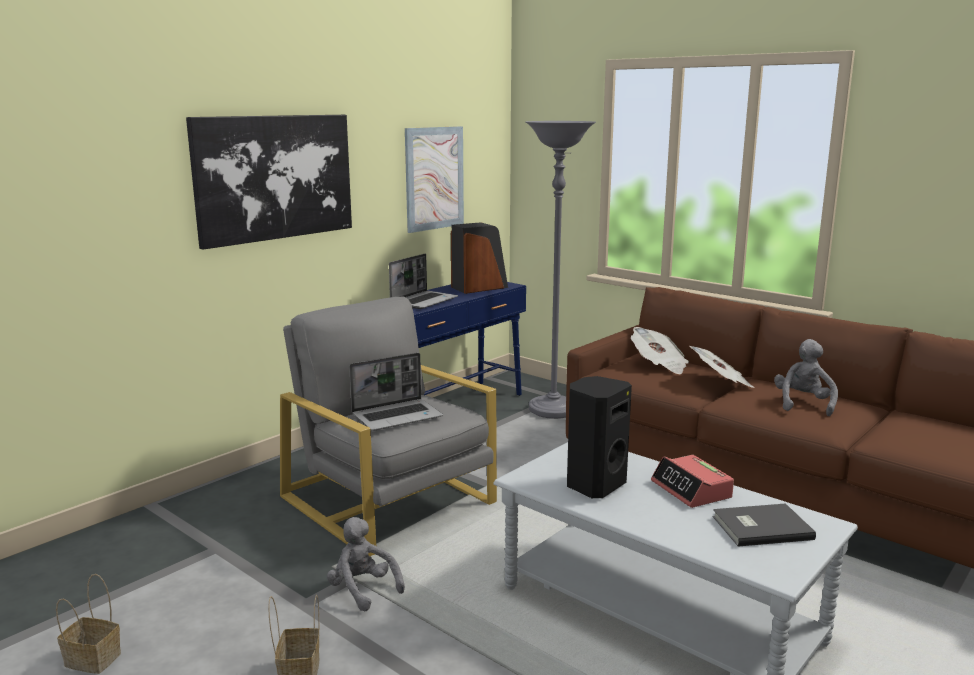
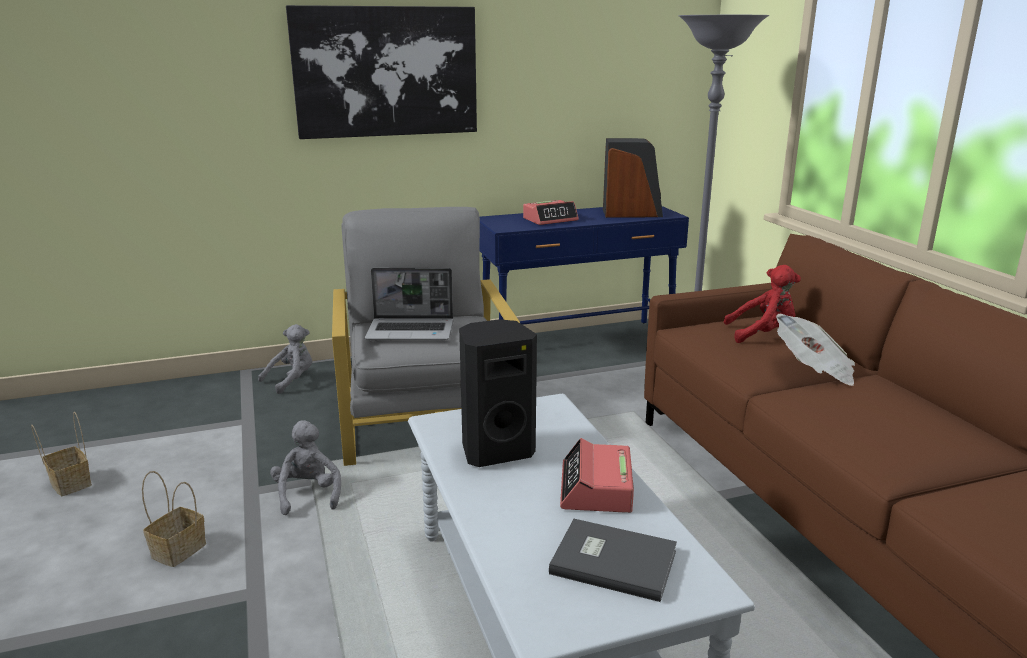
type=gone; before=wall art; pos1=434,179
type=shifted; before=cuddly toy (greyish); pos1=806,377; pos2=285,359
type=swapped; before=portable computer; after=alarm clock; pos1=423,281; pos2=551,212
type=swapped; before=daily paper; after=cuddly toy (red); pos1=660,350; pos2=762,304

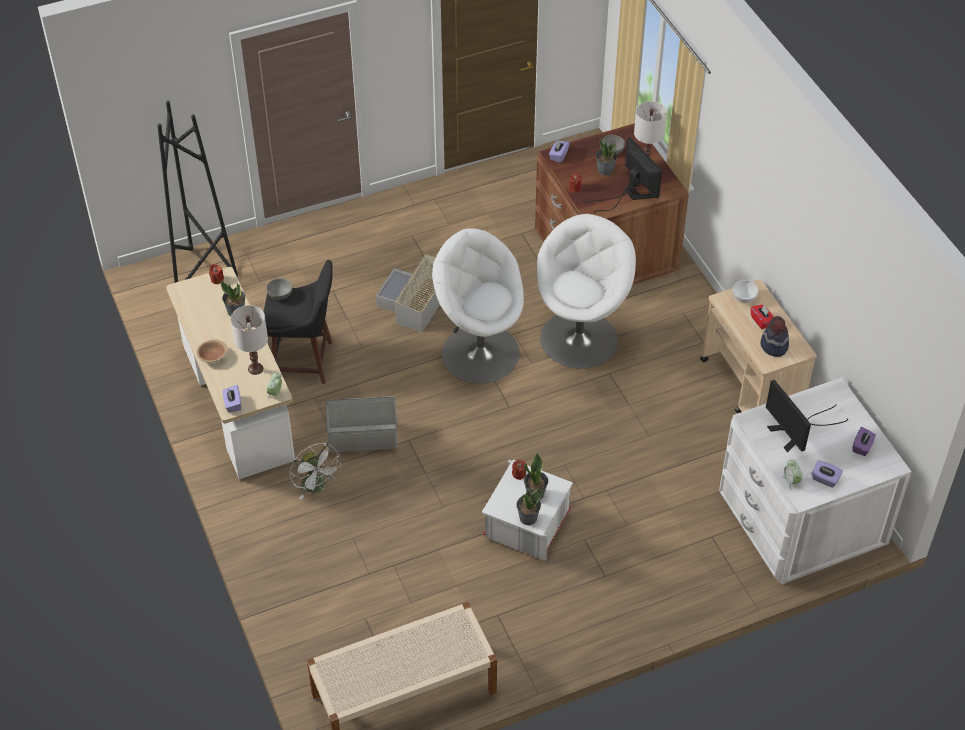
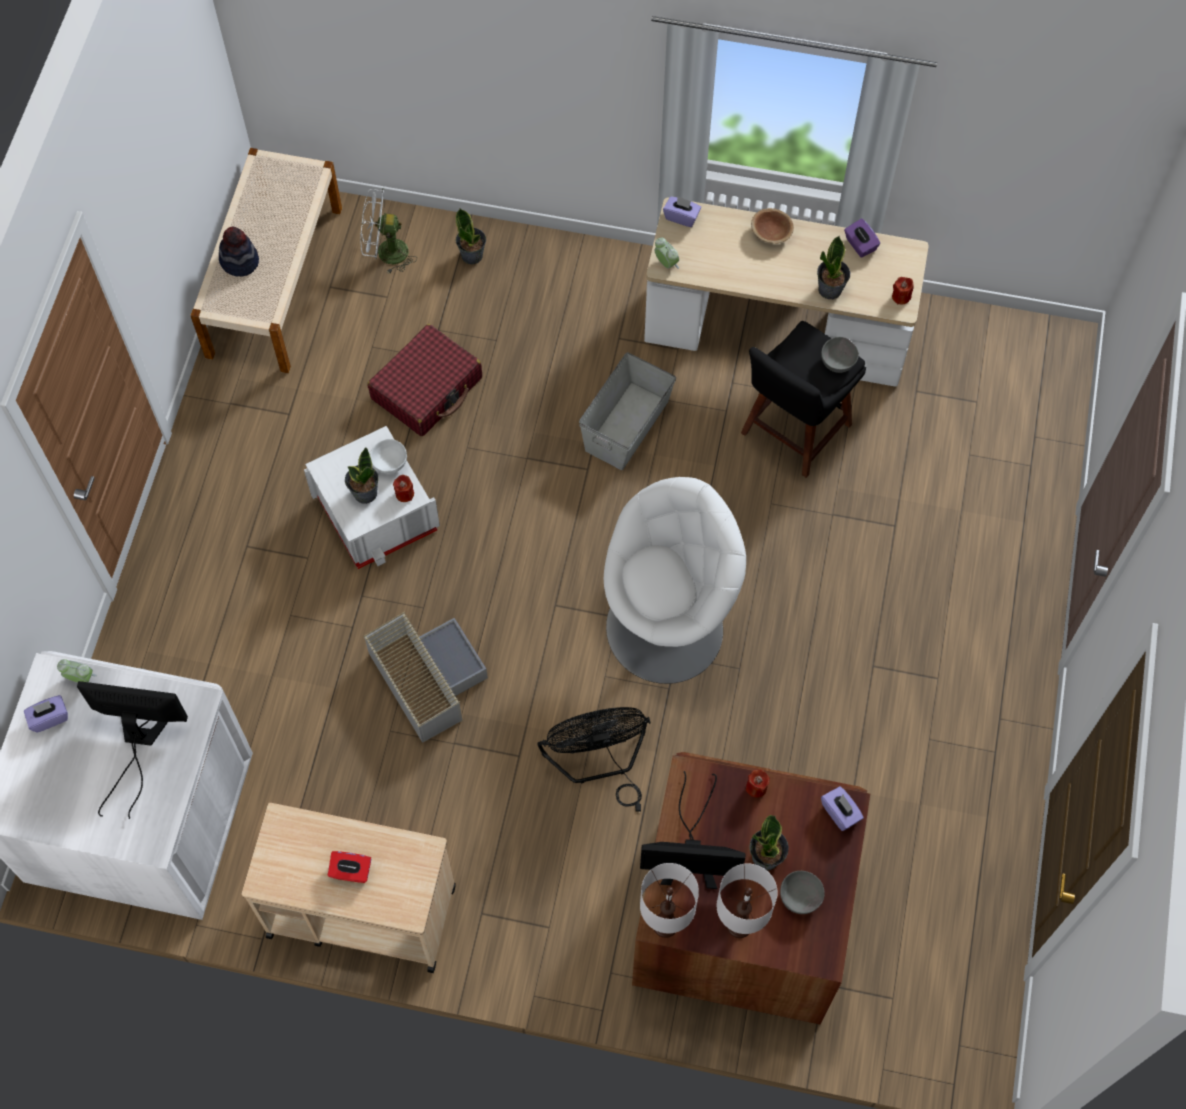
type=gone; before=garment stand (black); pos1=197,192
type=new; after=travel case (red); pos2=424,380
type=shifted; before=table lamp (whitish); pos1=249,340; pos2=669,900
type=shifted; before=electric fan (whitish); pos1=316,471; pos2=388,231
type=shifted; before=storage box (greyish); pos1=408,293; pos2=425,677
type=shifted; before=potted plant; pos1=529,506; pos2=471,236
type=shifted; before=deep dish (whitish); pos1=745,291; pos2=388,456
type=shifted; before=hat; pos1=774,336; pos2=239,252
type=shifted; before=box of tissues (purplish); pos1=864,441; pos2=862,238
type=swapped; before=easy chair (whitish); after=electric fan (black); pos1=586,291; pos2=593,759

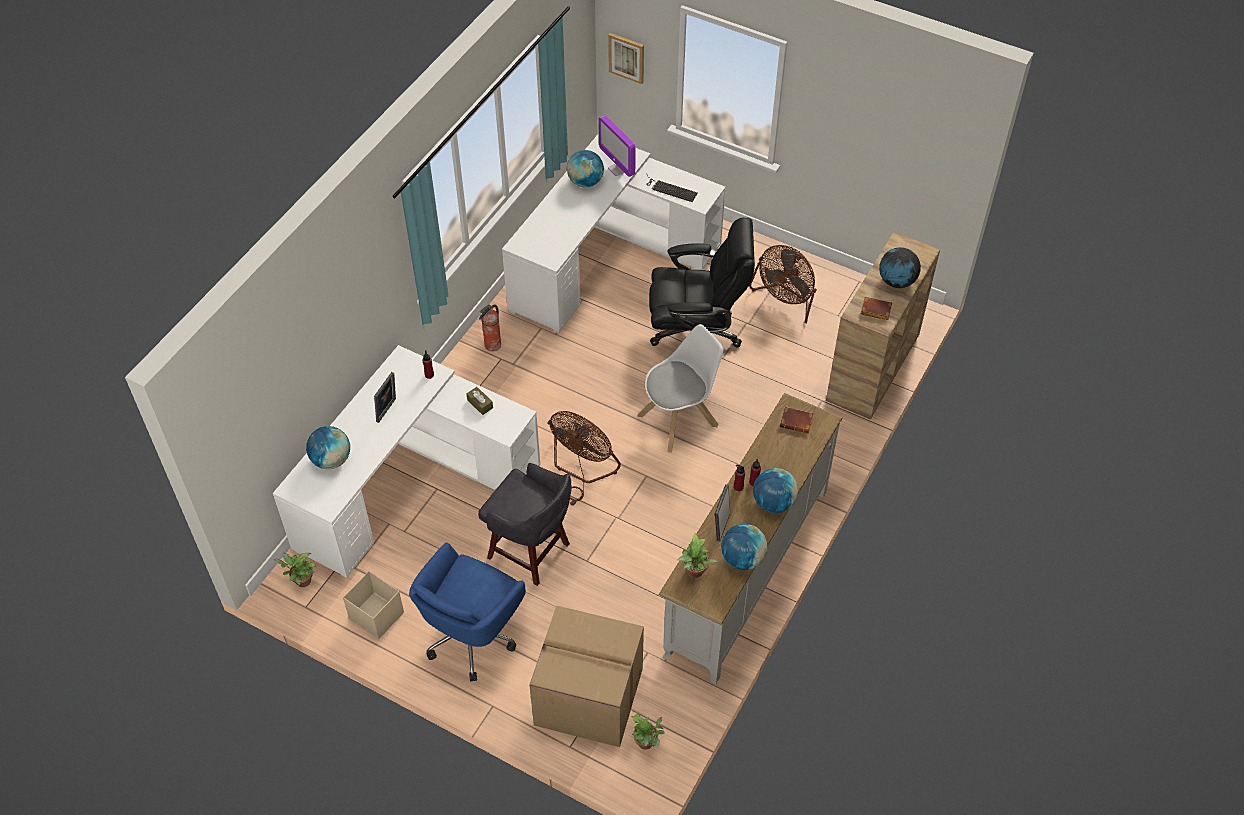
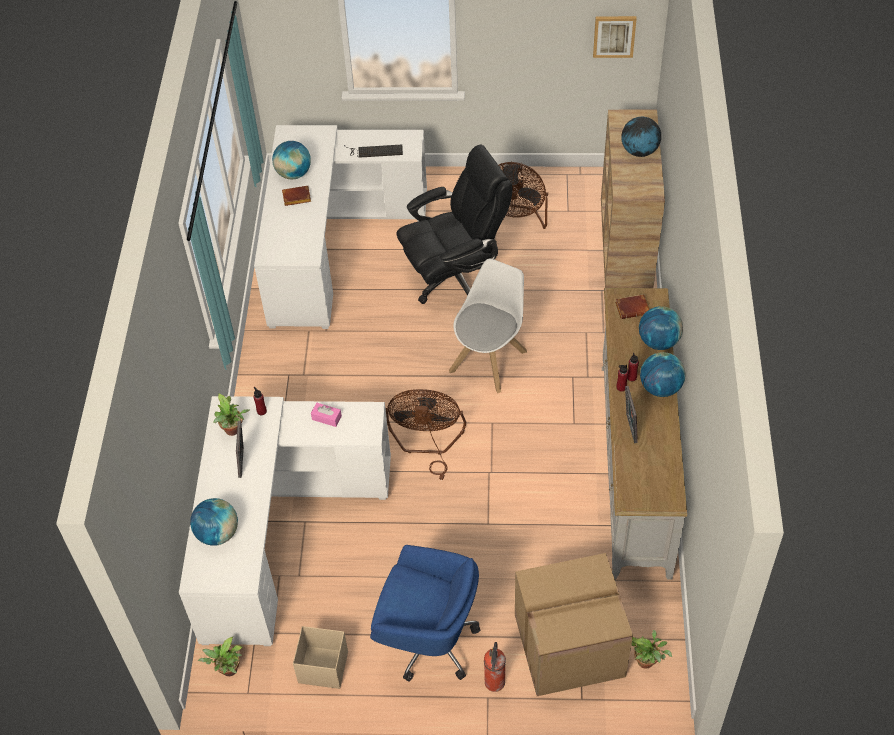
type=gone; before=sitting stool (greyish); pos1=525,524
type=gone; before=monitor; pos1=617,146
type=shifted; before=fire extinguisher; pos1=490,327; pos2=495,667
type=shifted; before=wall art; pos1=626,58; pos2=615,37
type=shifted; before=potted plant; pos1=698,555; pos2=231,414
type=shifted; before=desk globe; pos1=744,547; pos2=661,328
type=shifted; before=volume (brownish); pos1=876,308; pos2=296,196
type=repainted; before=box of tissues (brownish); after=box of tissues (pinkish); pos1=479,401; pos2=326,415
type=rotated; before=desk chair (blue); pos1=467,612; pos2=425,613; turn=-75

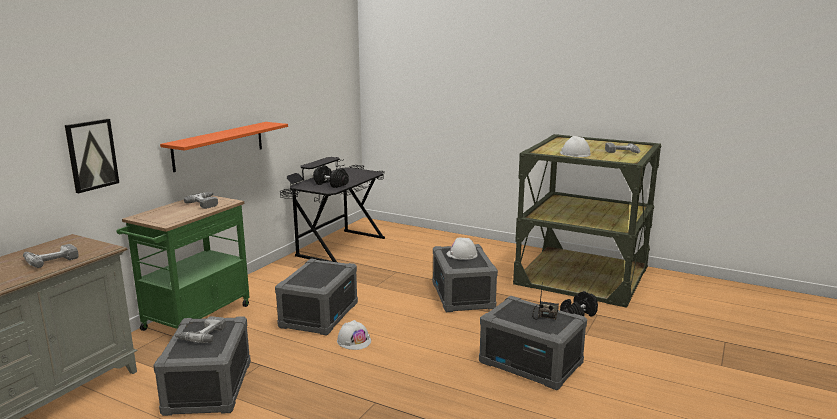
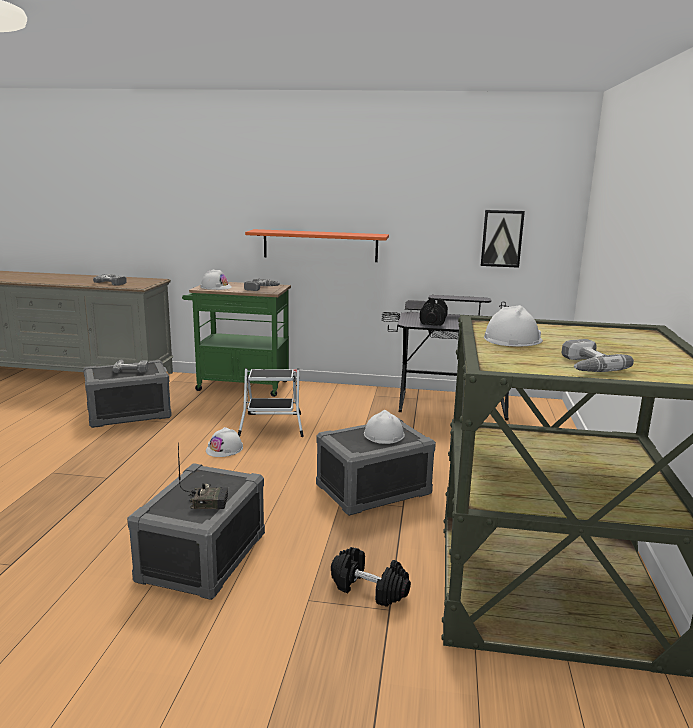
type=new; after=safety helmet (whitish); pos2=216,280
type=shifted; before=wall art; pos1=92,156; pos2=503,239
type=swapped; before=storage box (greyish); after=stepladder; pos1=316,297; pos2=270,402

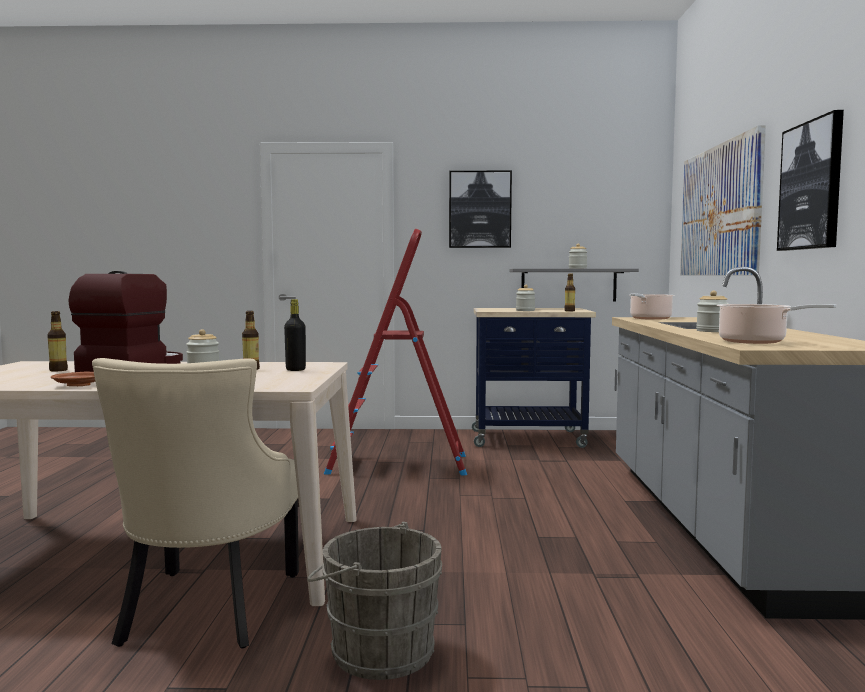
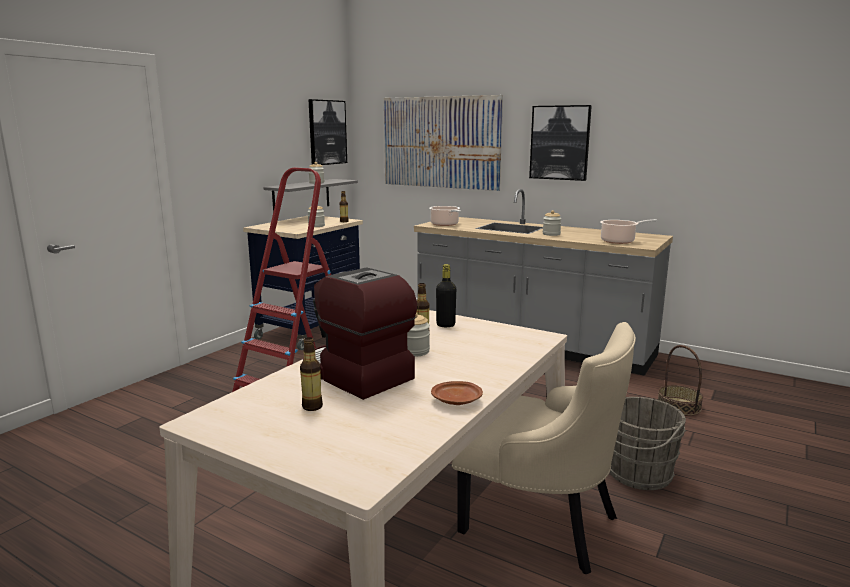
type=new; after=basket; pos2=680,380
type=shifted; before=wall art; pos1=480,209; pos2=327,132

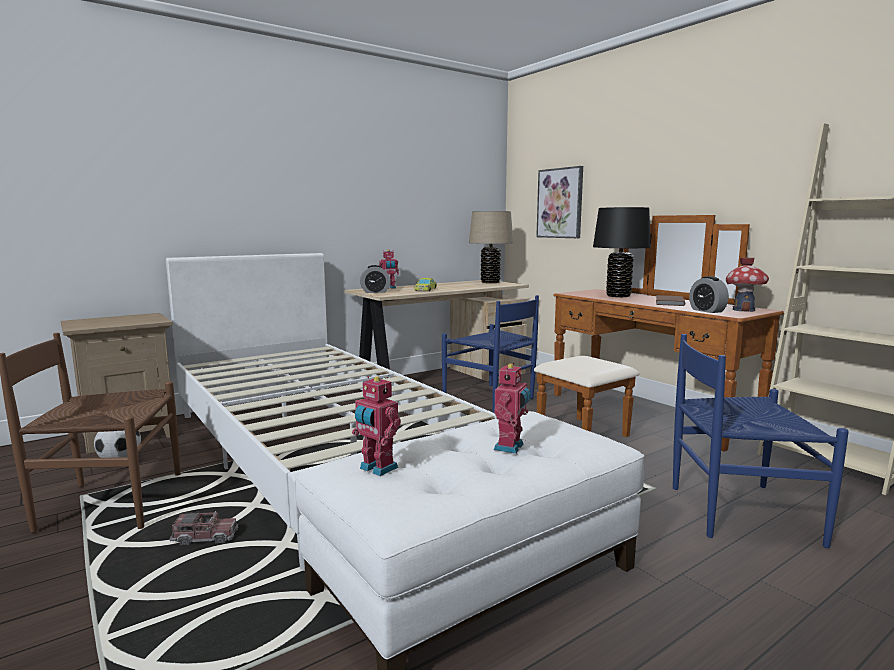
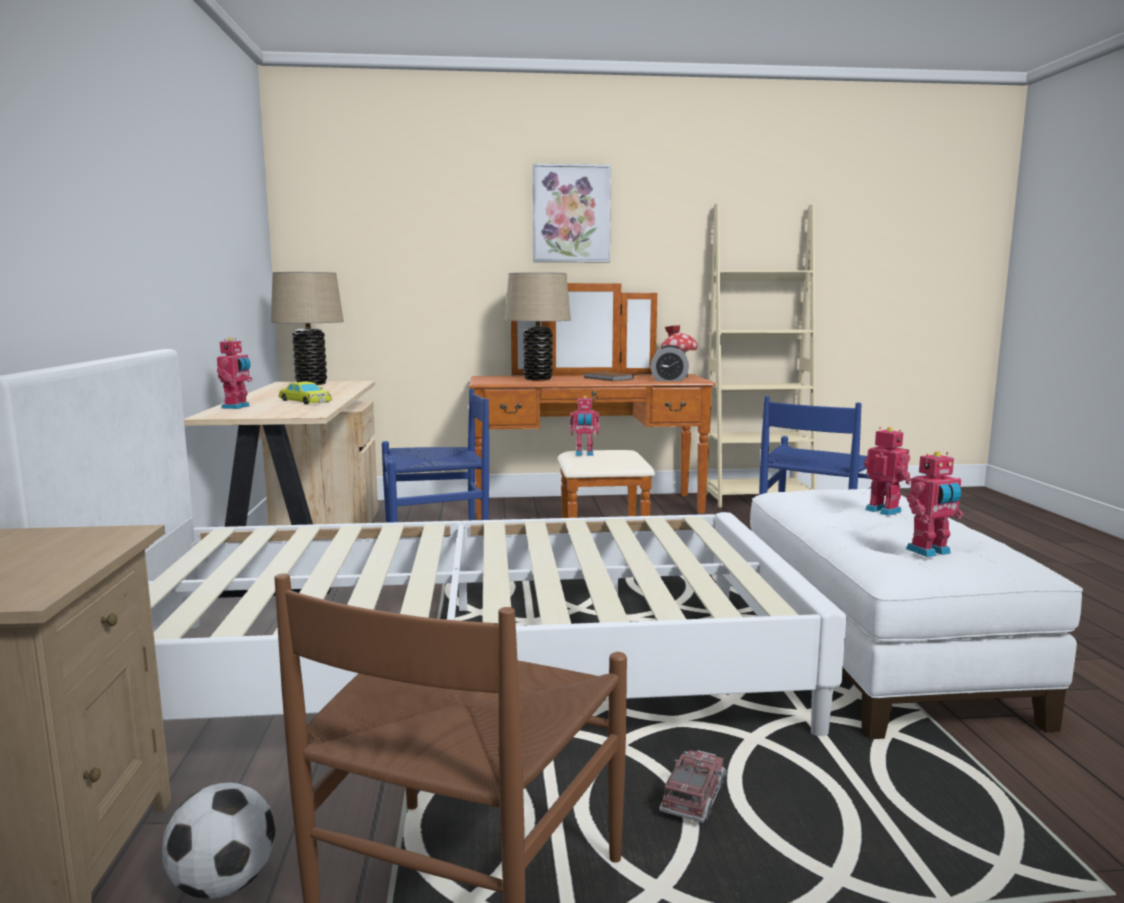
type=gone; before=alarm clock; pos1=375,279
type=new; after=model robot; pos2=584,425
type=shifted; before=wall art; pos1=559,202; pos2=572,213
type=repainted; before=table lamp (black); after=table lamp (beige-coloured); pos1=622,252; pos2=538,326

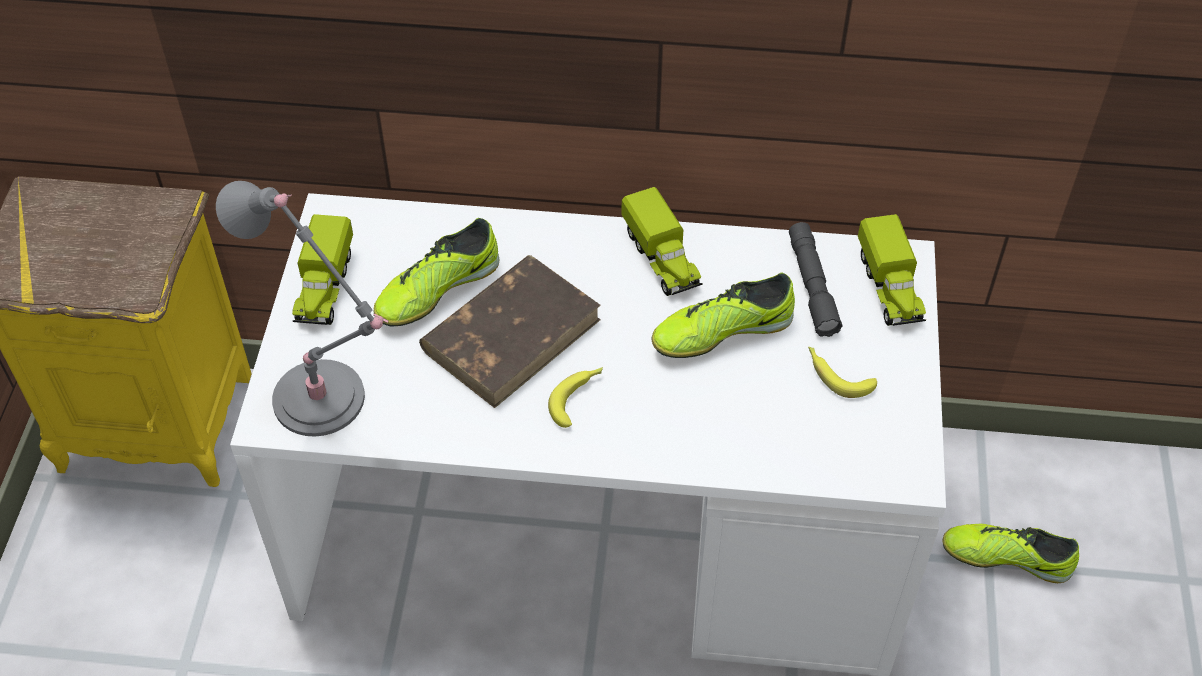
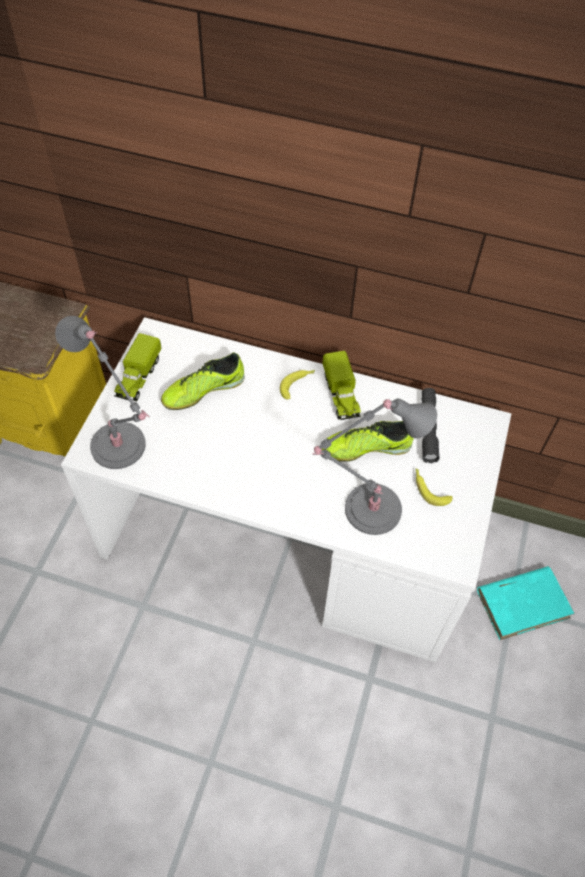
type=gone; before=volume (brownish); pos1=510,331
type=gone; before=model truck; pos1=892,270
type=new; after=table lamp (greyish); pos2=374,466
type=shifted; before=banana fruit; pos1=575,397; pos2=297,385
type=swapped; before=item of footwear; after=volume (turquoise); pos1=1010,553; pos2=526,603

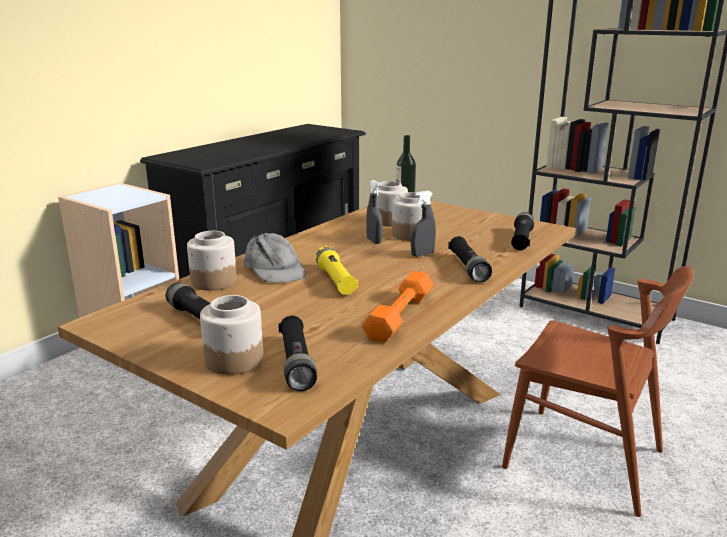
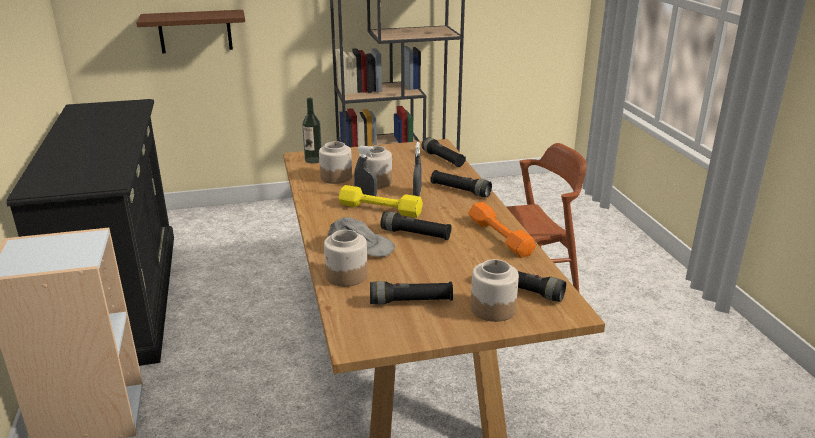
type=new; after=wall shelf (brownish); pos2=190,31
type=new; after=dumbbell (yellow-coloured); pos2=381,201
type=repainted; before=flashlight (yellow-coloured); after=flashlight (black); pos1=336,270; pos2=416,225

